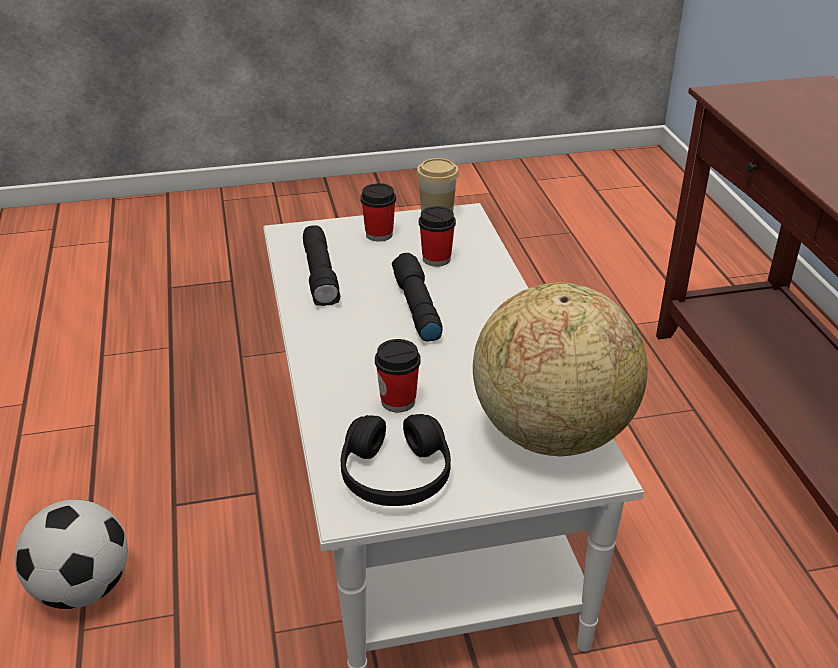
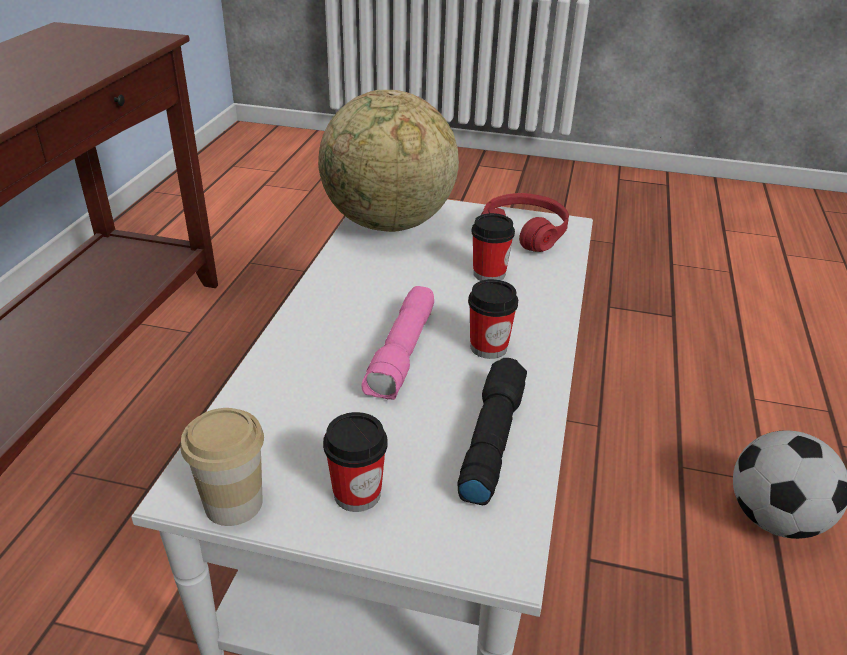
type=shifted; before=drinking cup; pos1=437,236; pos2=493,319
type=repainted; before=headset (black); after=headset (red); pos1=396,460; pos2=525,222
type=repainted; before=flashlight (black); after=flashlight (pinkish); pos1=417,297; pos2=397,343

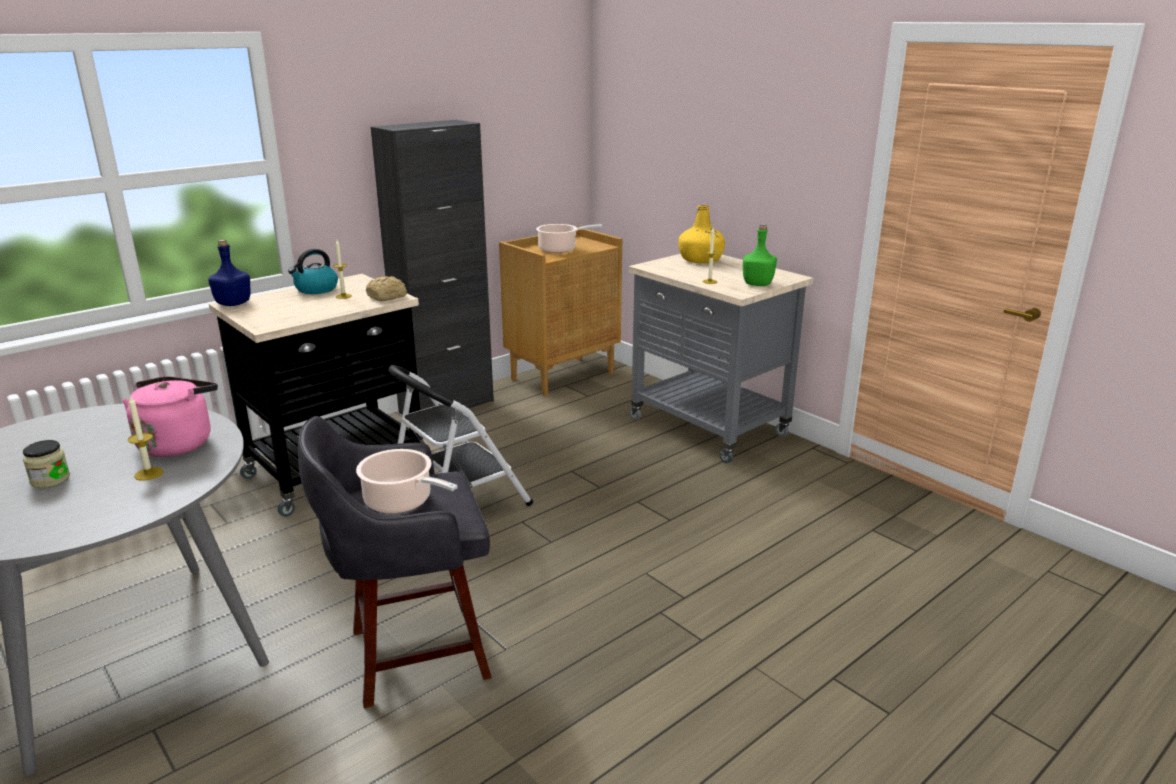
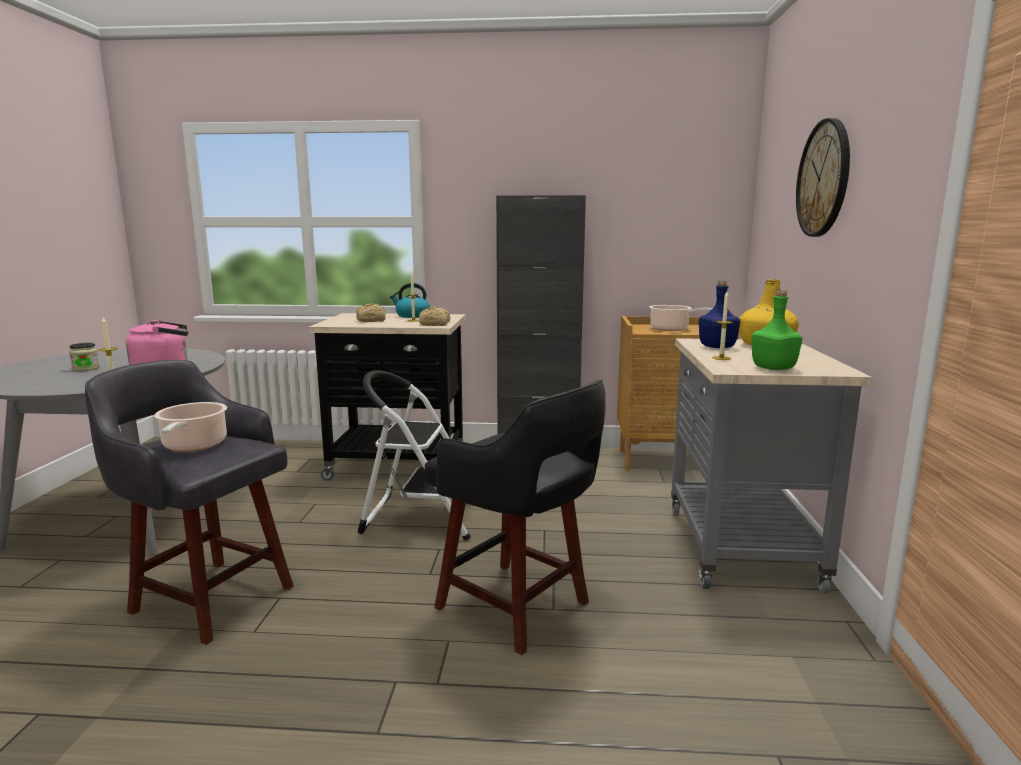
type=new; after=bread; pos2=371,312
type=new; after=sitting stool (black); pos2=515,517
type=new; after=hanging clock; pos2=823,177
type=shifted; before=beverage bottle (blue); pos1=229,273; pos2=720,314

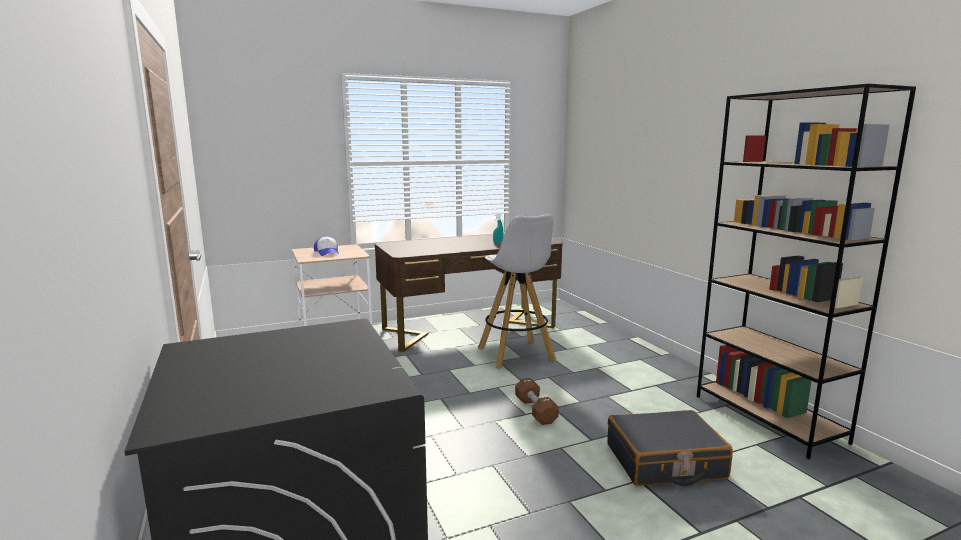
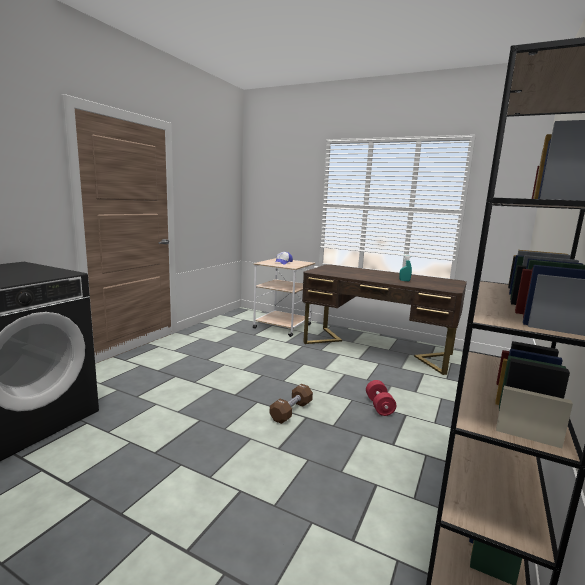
type=gone; before=sitting stool (whitish); pos1=517,291
type=gone; before=travel case (black); pos1=670,448
type=new; after=dumbbell (red); pos2=381,398

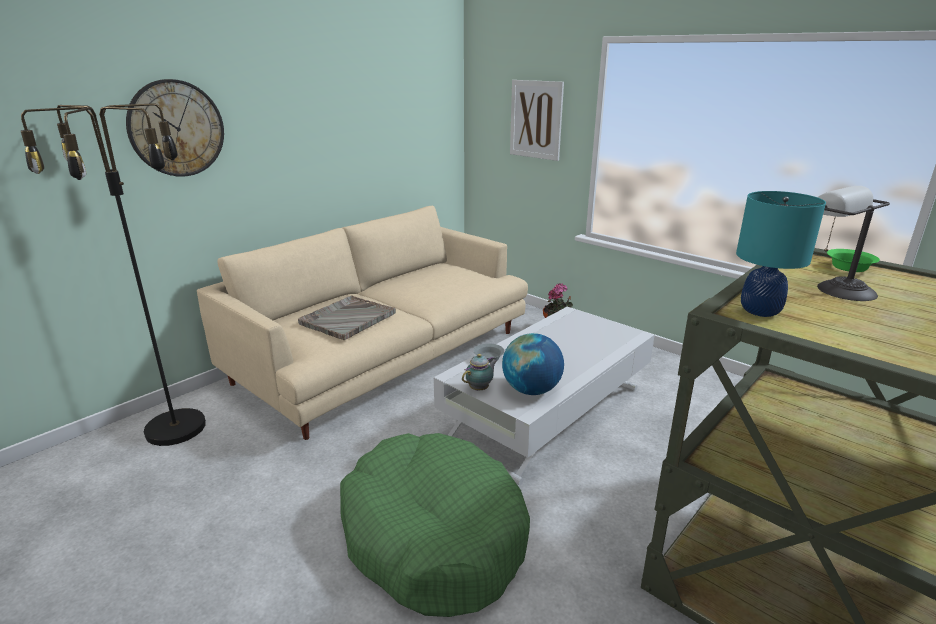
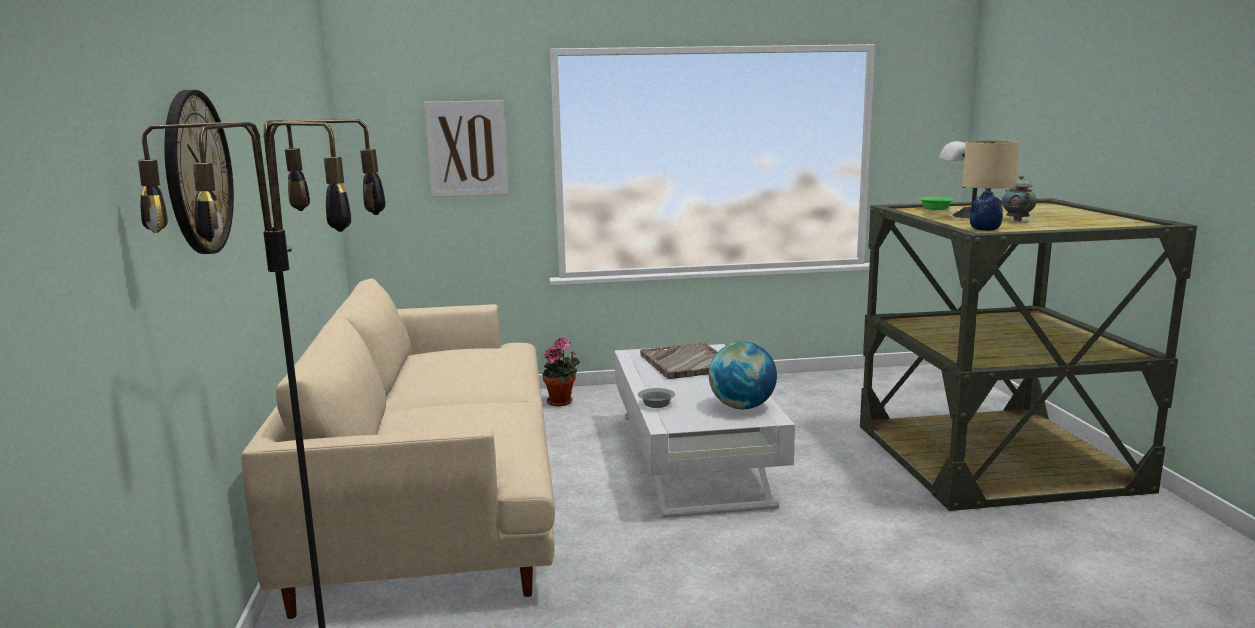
type=gone; before=pet bed (greenish); pos1=435,525
type=shifted; before=serving tray (greyish); pos1=347,318; pos2=678,360
type=shifted; before=pot for tea; pos1=480,372; pos2=1019,198
type=repainted; before=table lamp (turquoise); after=table lamp (beige-coloured); pos1=781,254; pos2=990,185

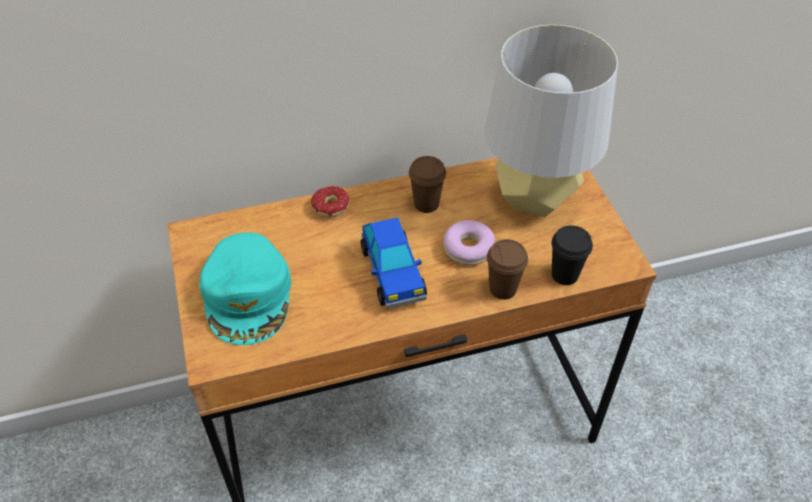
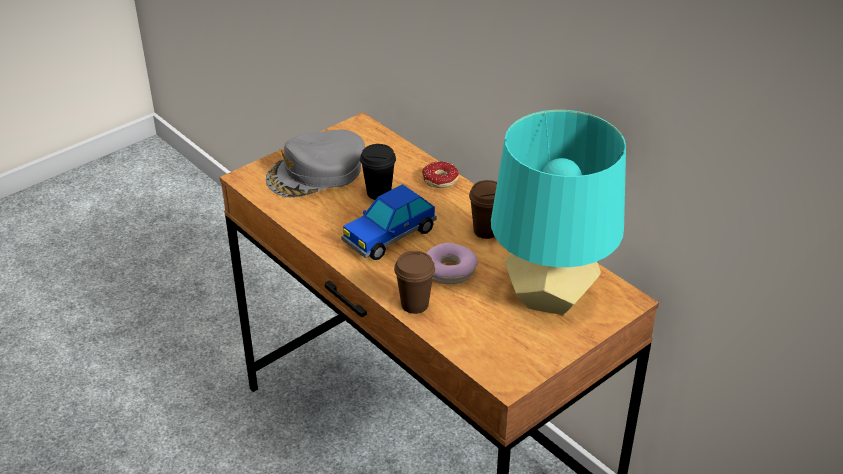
type=shifted; before=drinking cup (black); pos1=572,255; pos2=378,172
type=repainted; before=peaked cap (turquoise); after=peaked cap (greyish); pos1=245,288; pos2=315,164
type=repainted; before=table lamp (greyish); after=table lamp (turquoise); pos1=551,121; pos2=558,212

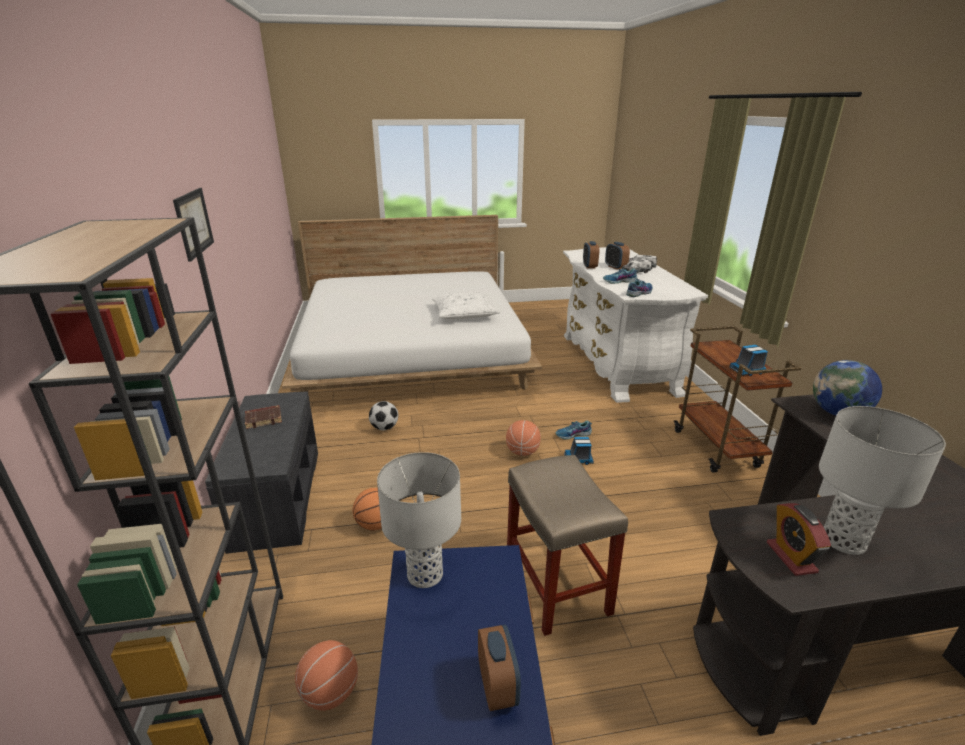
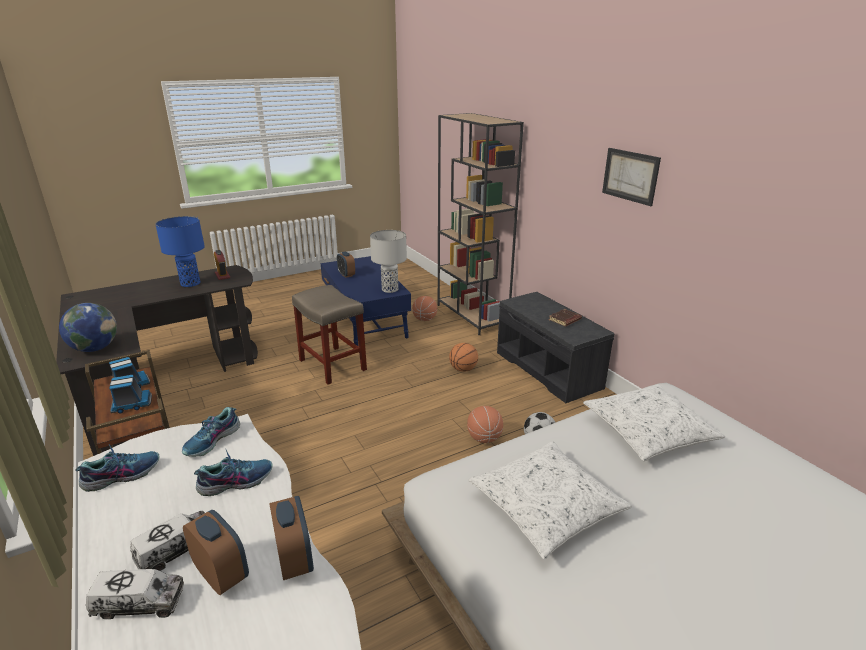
type=new; after=cushion (whitish); pos2=654,422
type=shifted; before=ball for basketball; pos1=523,438; pos2=485,424
type=shifted; before=item of footwear; pos1=573,430; pos2=117,468
type=shifted; before=model truck; pos1=579,451; pos2=130,394
type=repainted; before=table lamp (whitish); after=table lamp (blue); pos1=882,480; pos2=180,251

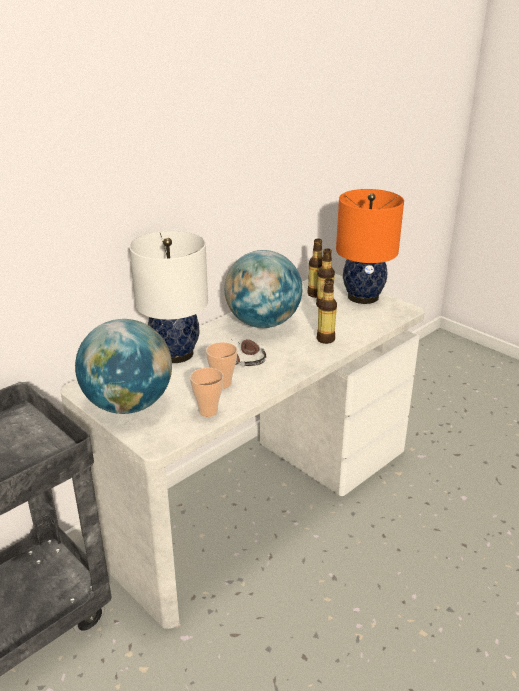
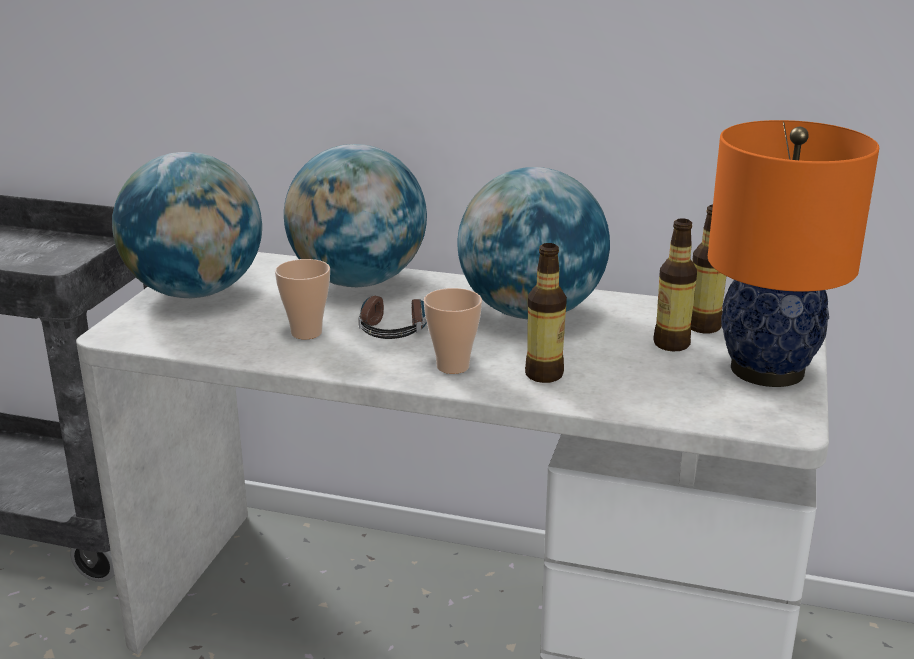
type=shifted; before=drinking cup; pos1=207,392; pos2=453,331
type=swapped; before=table lamp (whitish); after=desk globe; pos1=168,296; pos2=355,215

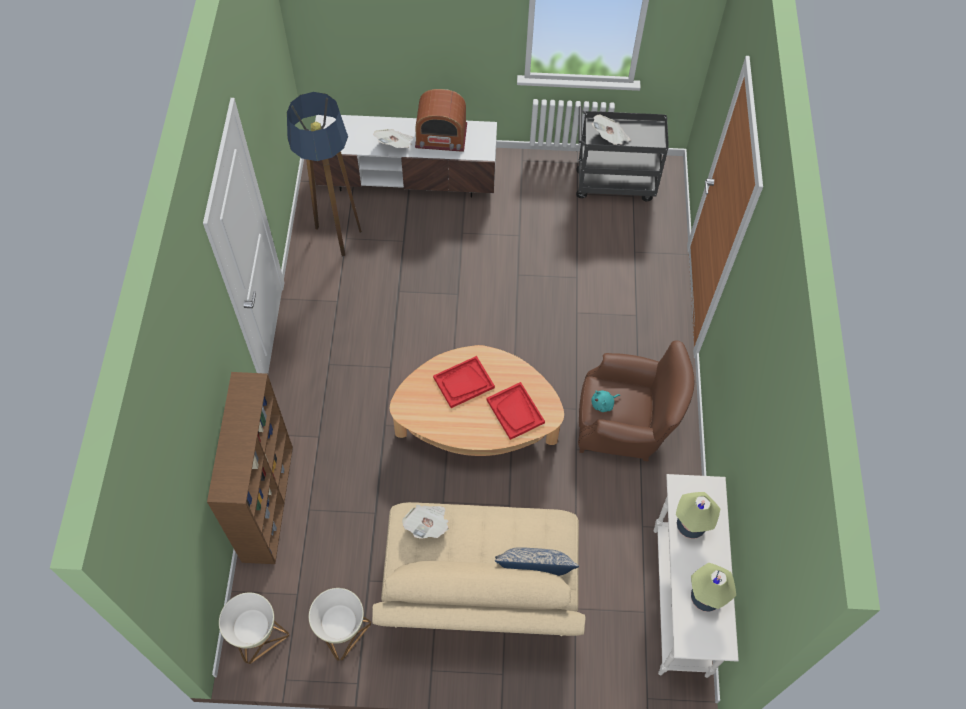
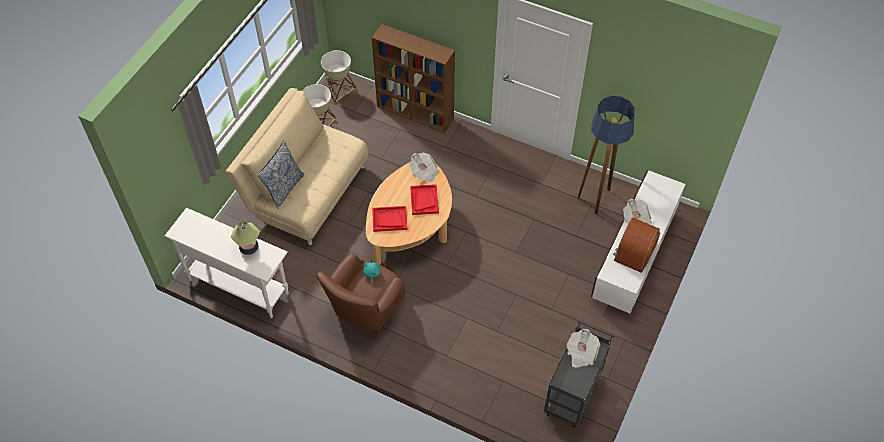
type=gone; before=table lamp; pos1=713,587
type=shifted; before=daily paper; pos1=425,522; pos2=424,168

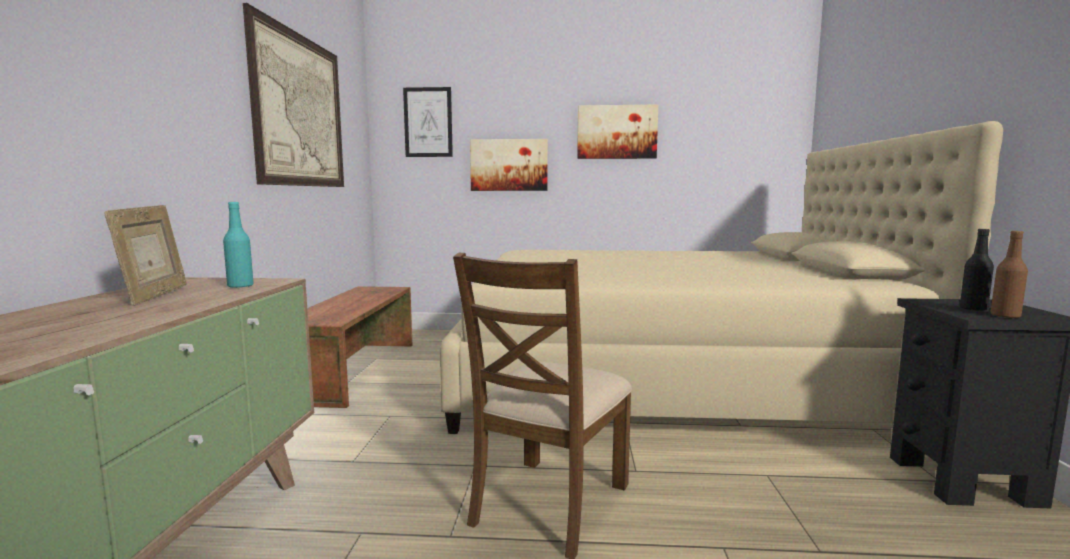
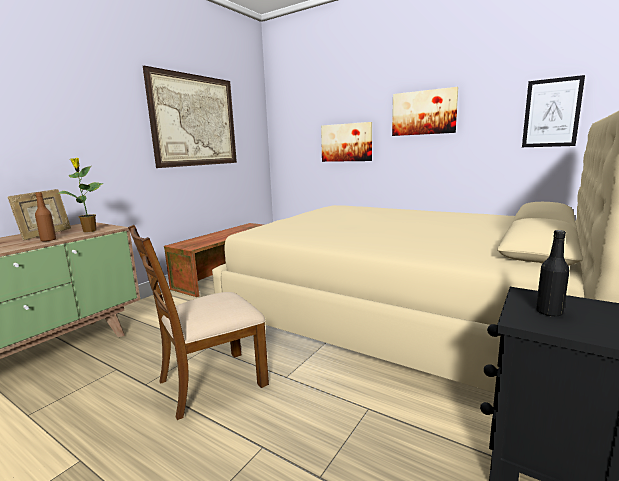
type=shifted; before=wall art; pos1=428,122; pos2=553,111
type=shifted; before=beverage bottle (brownish); pos1=1009,274; pos2=45,217
type=swapped; before=beverage bottle (turquoise); after=potted plant; pos1=238,245; pos2=80,195

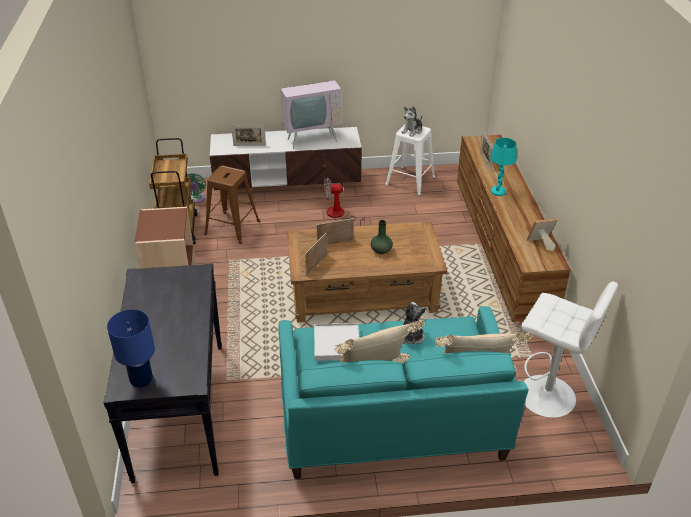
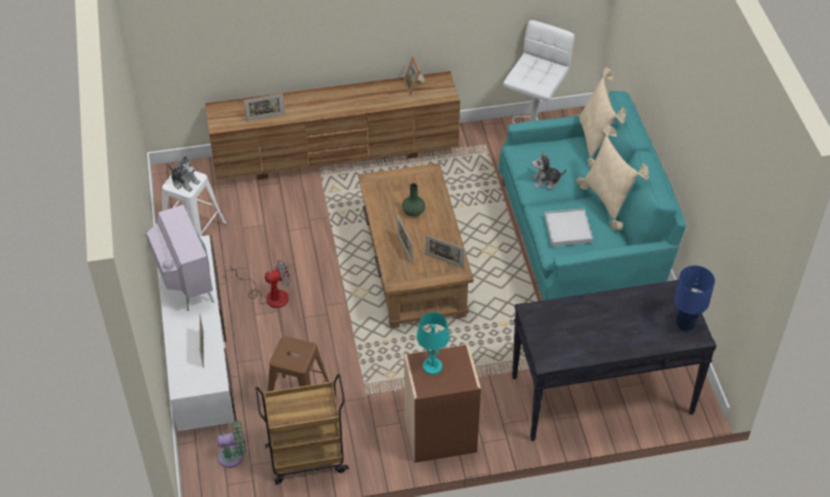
type=shifted; before=table lamp (turquoise); pos1=503,167; pos2=433,343
type=rotated; before=electric fan; pos1=344,202; pos2=260,284; turn=-105

